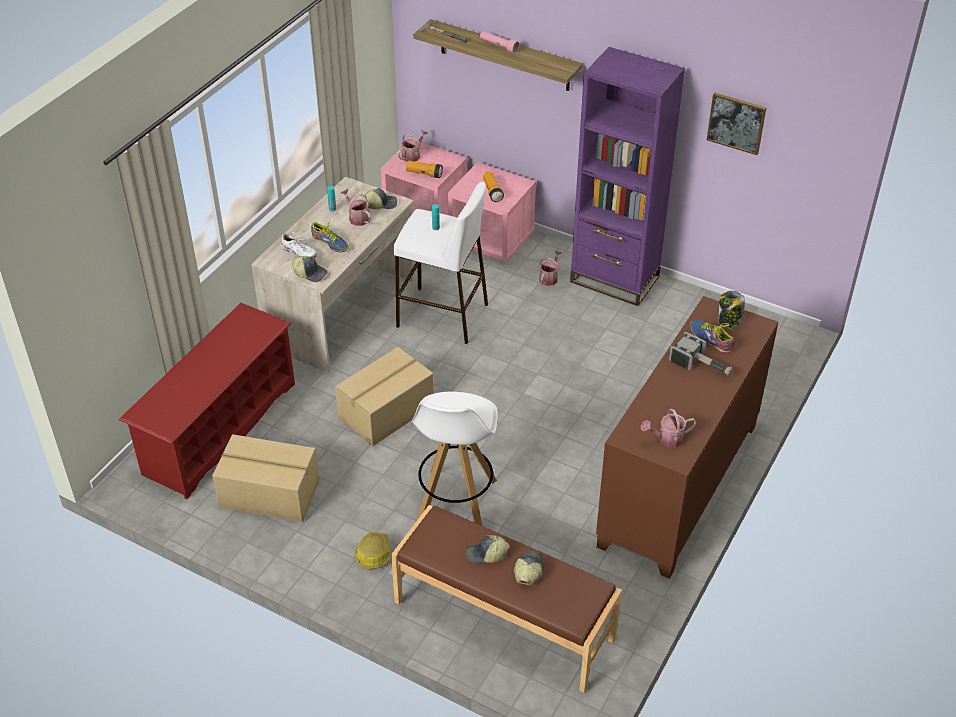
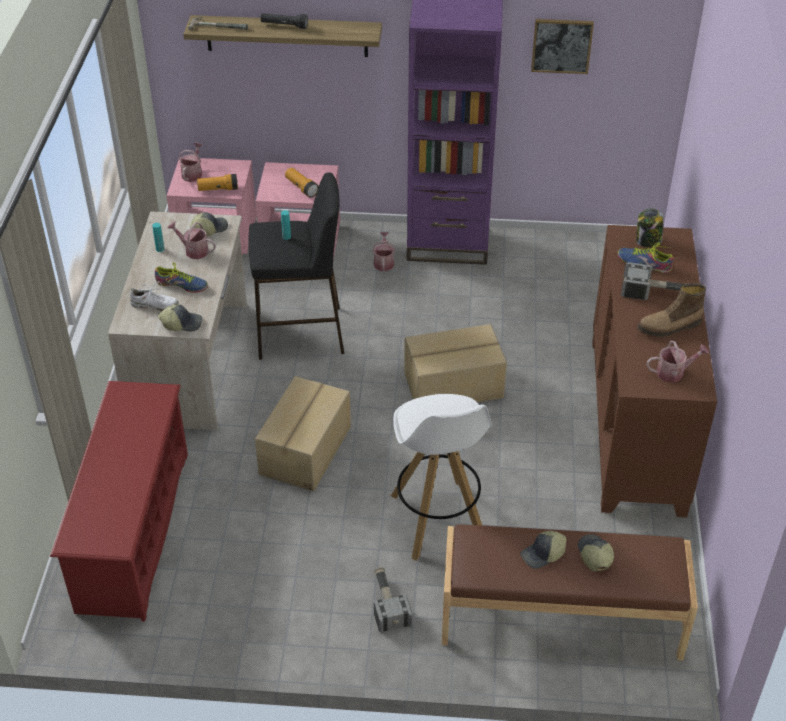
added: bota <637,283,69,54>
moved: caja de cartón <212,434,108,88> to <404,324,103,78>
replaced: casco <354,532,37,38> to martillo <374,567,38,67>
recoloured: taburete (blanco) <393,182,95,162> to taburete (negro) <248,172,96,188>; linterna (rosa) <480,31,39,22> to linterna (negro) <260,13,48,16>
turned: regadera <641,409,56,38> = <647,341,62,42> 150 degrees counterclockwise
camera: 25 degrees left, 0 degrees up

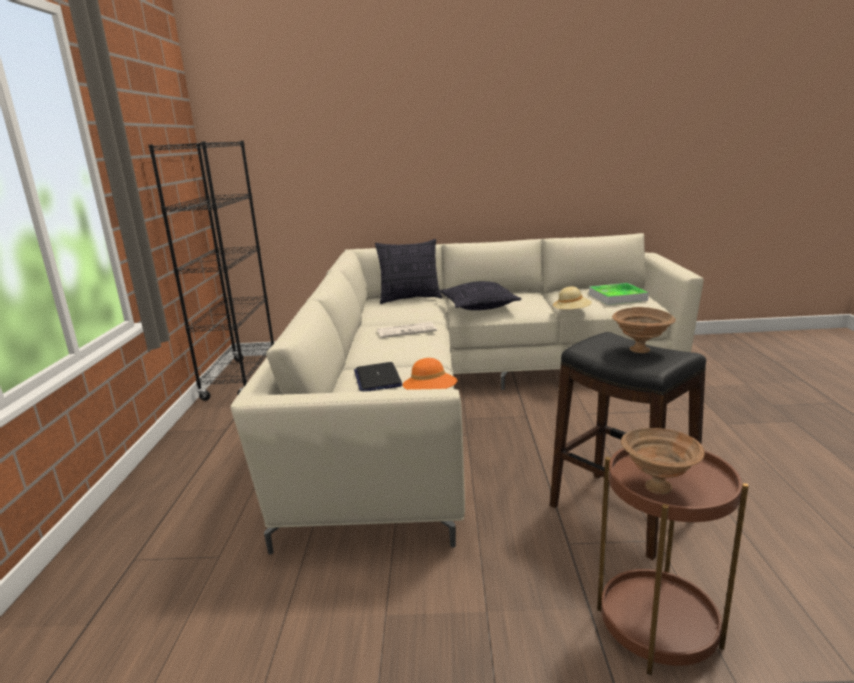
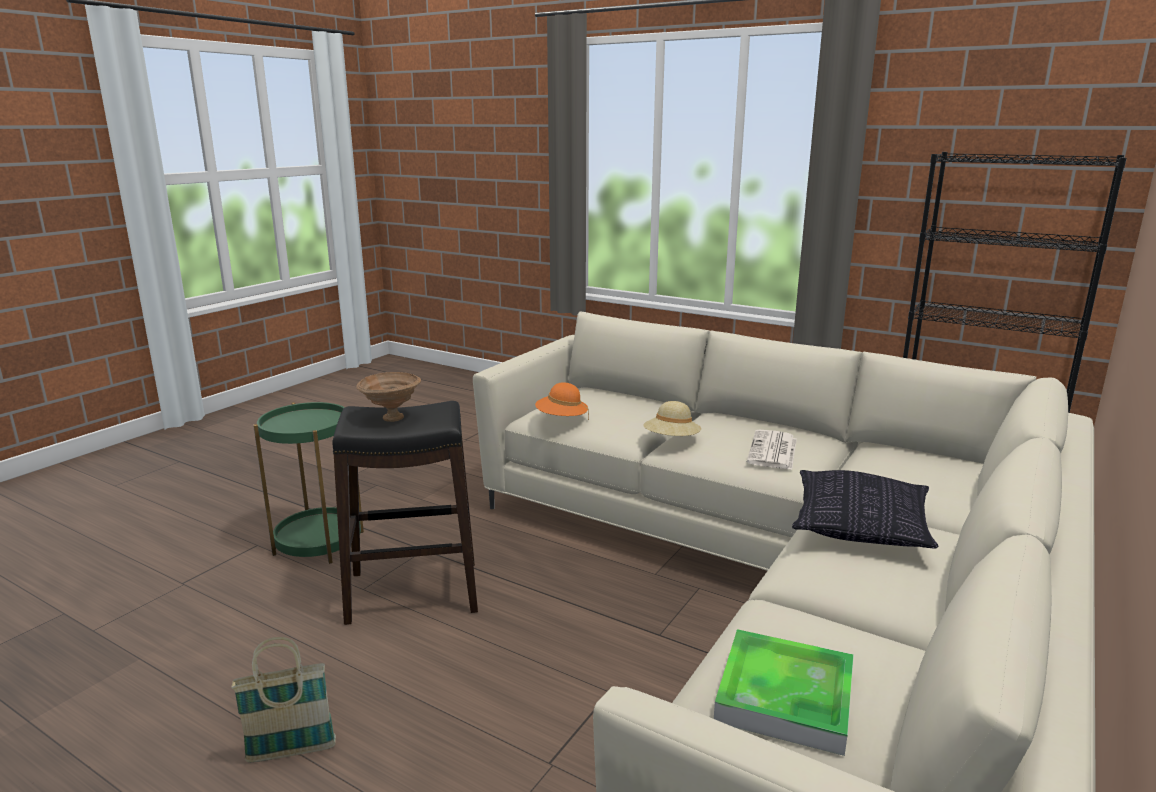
removed: portátil <354,362,49,30>; cojín <375,239,67,65>; cuenco (marrón) <621,428,84,67>
added: cesta <231,637,105,125>
moved: sombrero (beis) <552,287,40,26> to <643,401,58,35>
recoloured: mesa auxiliar (marrón) <597,448,152,227> to mesa auxiliar (verde) <253,402,111,162>
camera: 120 degrees right, 0 degrees up

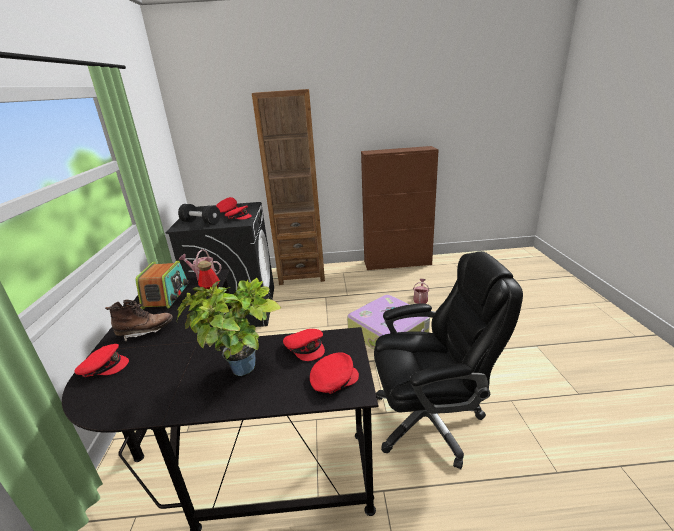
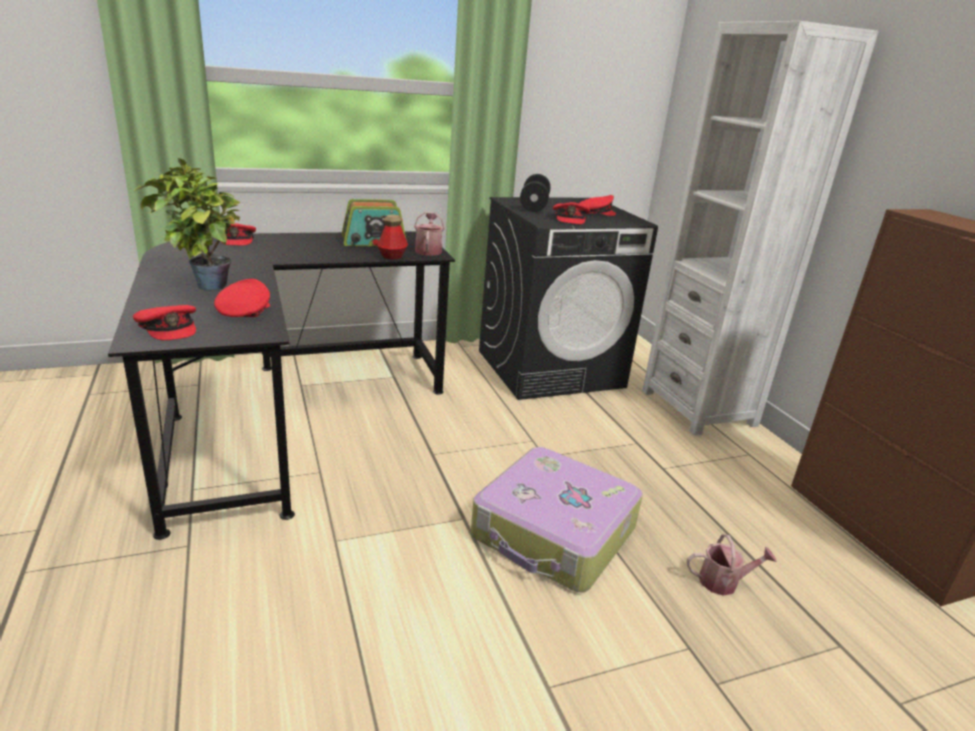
removed: bota (marrón) <105,300,68,42>; silla de oficina (negro) <374,251,149,219>
recoloured: estantería (marrón) <252,89,73,196> to estantería (blanco) <642,21,237,415>
turned: gorra (rojo) <283,329,42,32> = <214,279,56,38> 150 degrees clockwise
camera: 70 degrees right, 0 degrees up

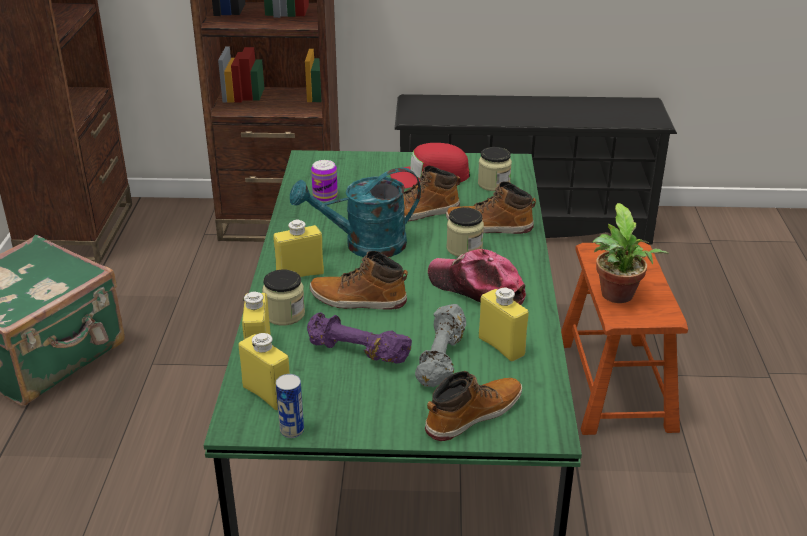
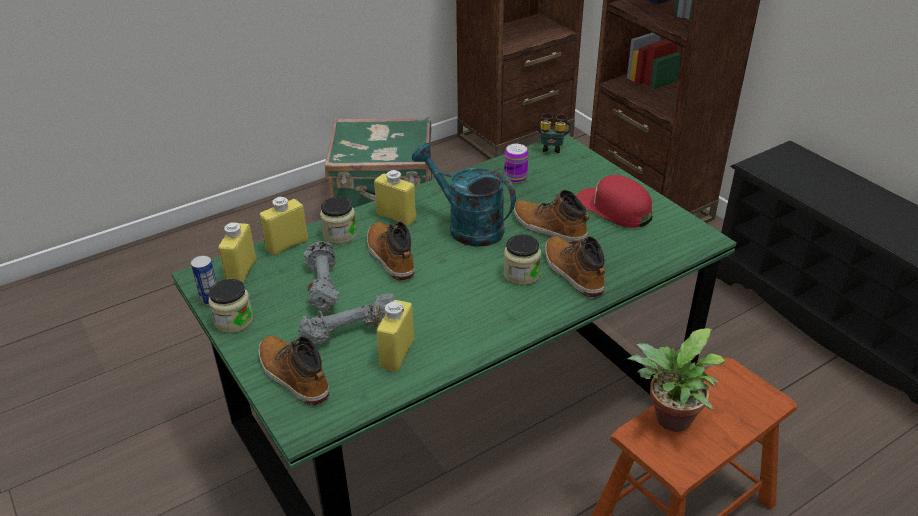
removed: gorra <428,249,98,56>
added: prismáticos <537,113,34,40>
moved: tarro <478,147,34,44> to <208,279,45,54>
recoloured: mancuerna (morado) <307,312,105,51> to mancuerna (gris) <304,241,35,72>
turned: bota <425,371,97,70> = <259,336,71,69> 150 degrees counterclockwise
camera: 55 degrees right, 5 degrees up

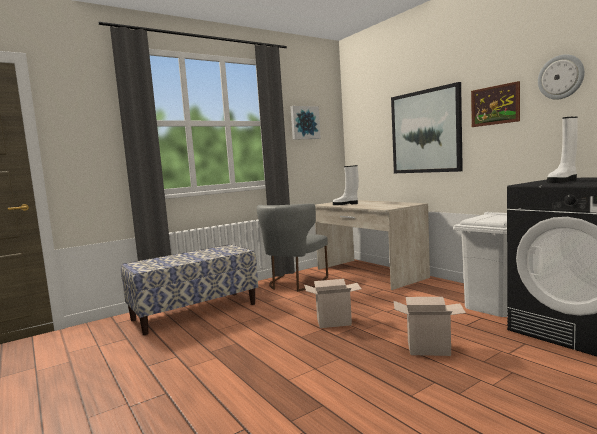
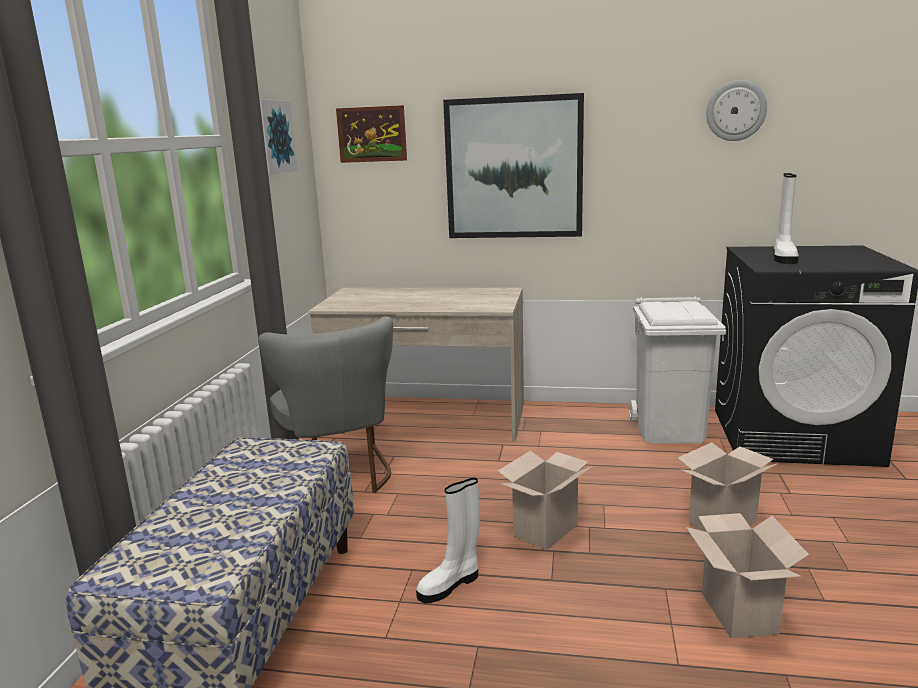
added: caja de cartón <686,513,123,125>
moved: bota (blanco) <333,165,26,40> to <416,478,64,125>; cuadro <471,81,49,46> to <336,105,71,58>
camera: 45 degrees left, 10 degrees up

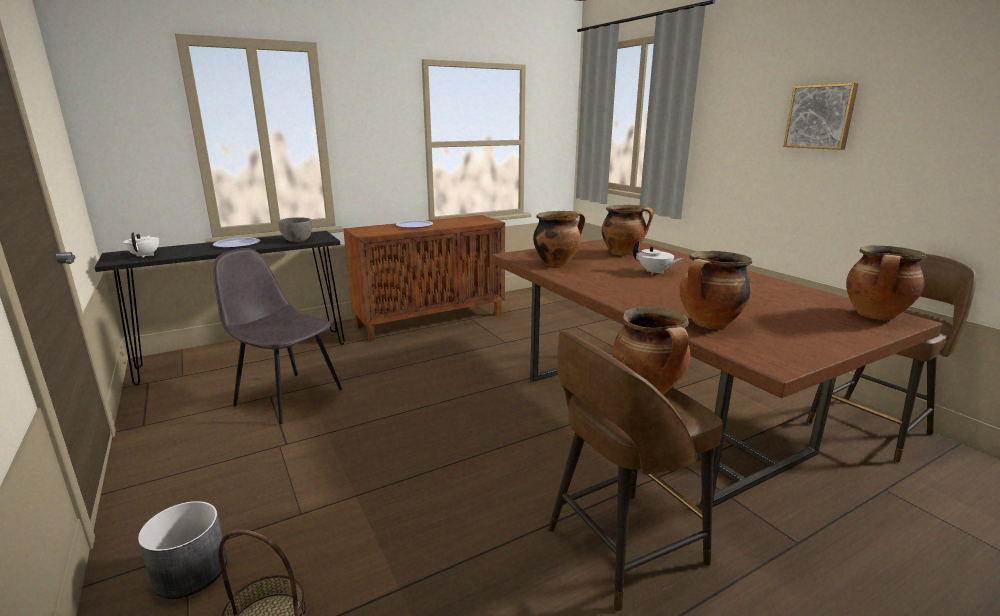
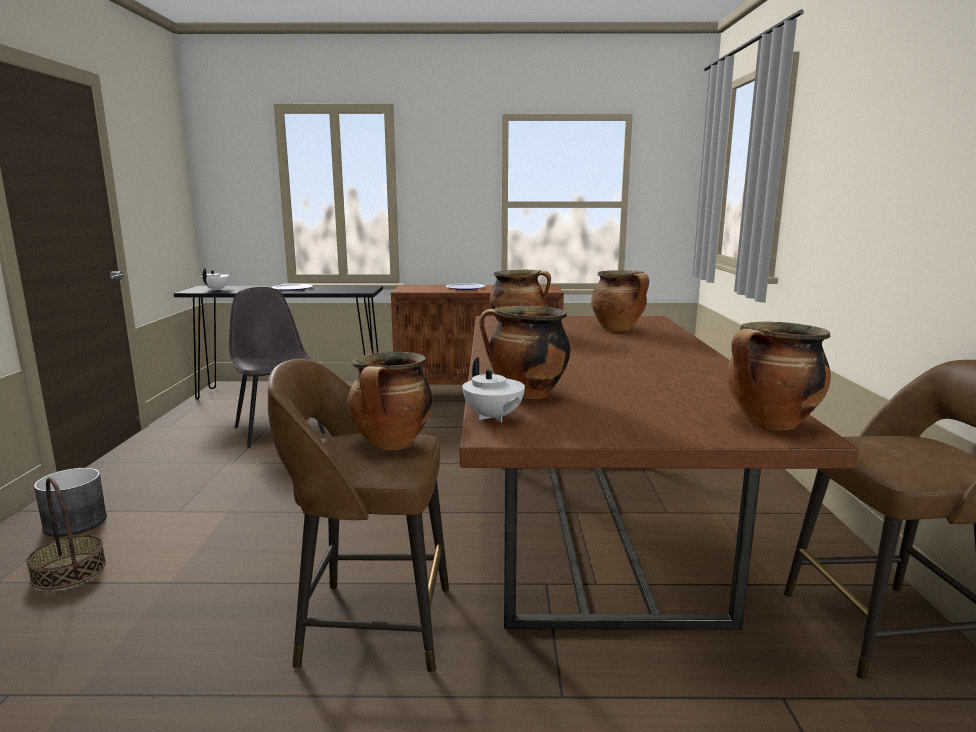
removed: cuenco (gris) <278,217,34,25>; cuadro <783,83,76,67>
moved: tetera (blanco) <633,241,51,33> to <462,357,63,65>
camera: 30 degrees right, 5 degrees down

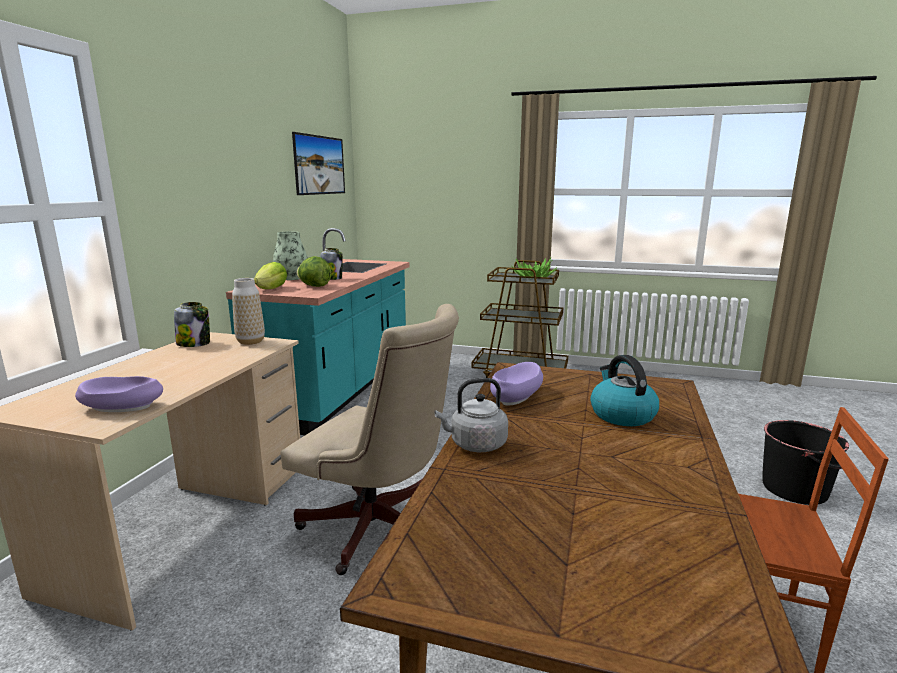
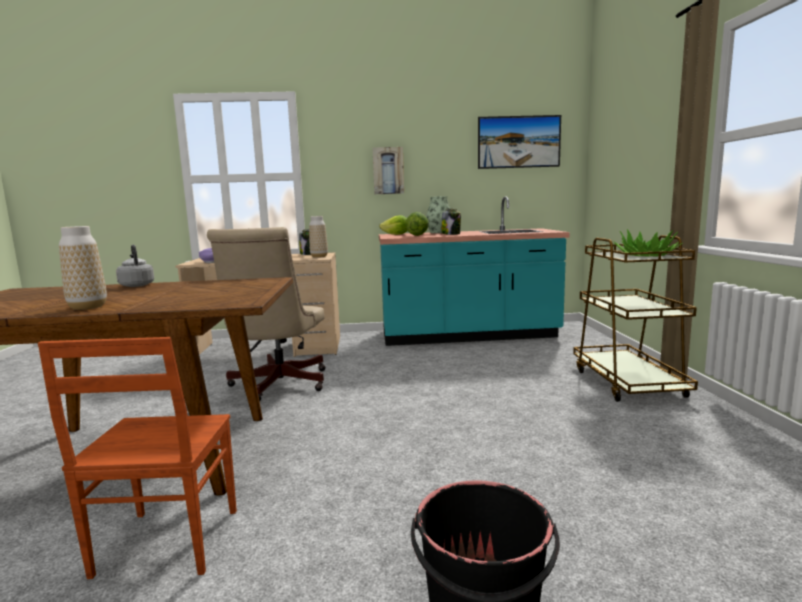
removed: cuenco (morado) <490,362,53,43>; hervidor <590,355,69,71>
added: florero <59,226,48,84>; cuadro <372,147,32,47>
camera: 70 degrees right, 5 degrees down

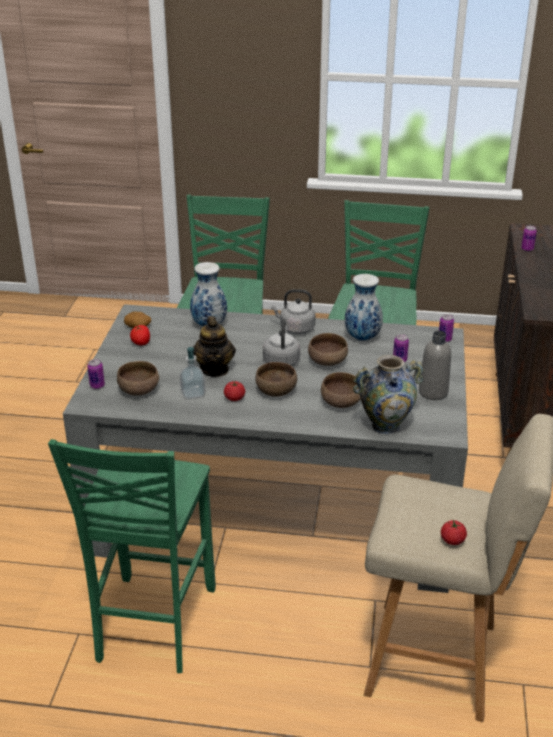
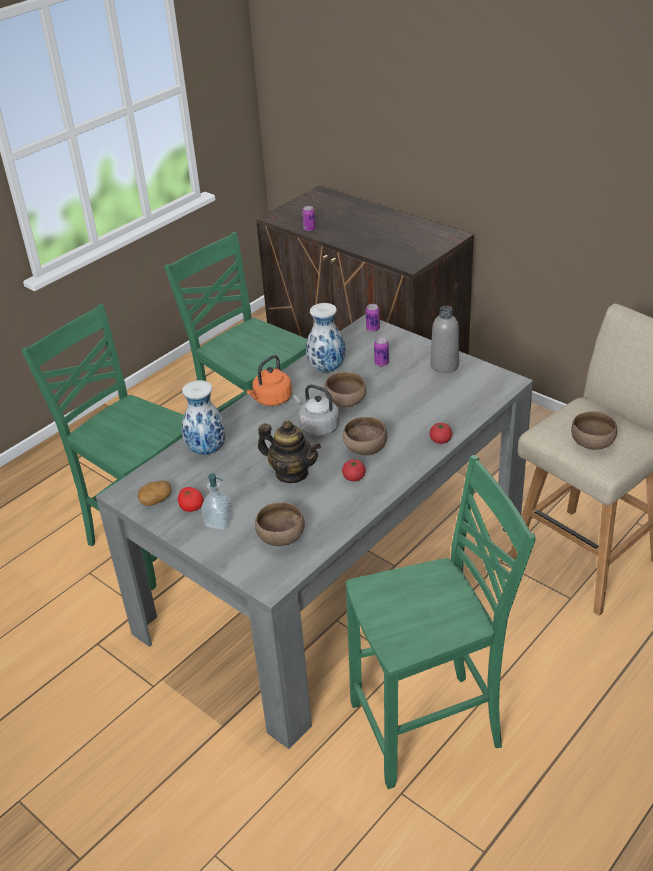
removed: lata <87,359,18,30>; florero <353,355,71,79>
moved: dispensador de jabón <180,347,25,52> to <202,473,32,57>; cuenco (marrón) <321,372,40,36> to <571,411,46,39>; tomate <441,519,26,26> to <429,423,23,21>
recoloured: hervidor (gris) <271,289,44,45> to hervidor (naranja) <247,355,45,51>
turned: silla (verde) <48,439,168,234> = <346,455,190,334> 60 degrees counterclockwise
camera: 55 degrees left, 5 degrees up

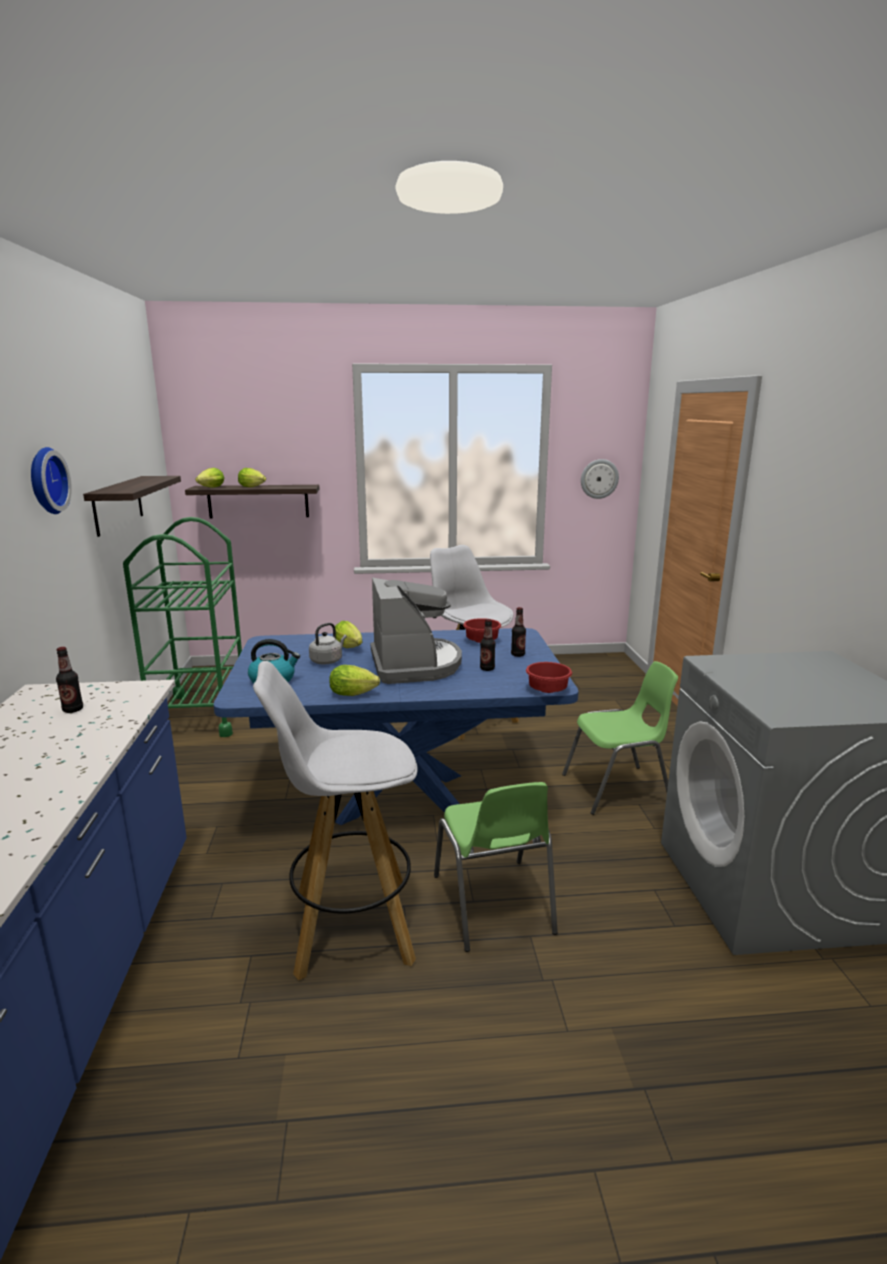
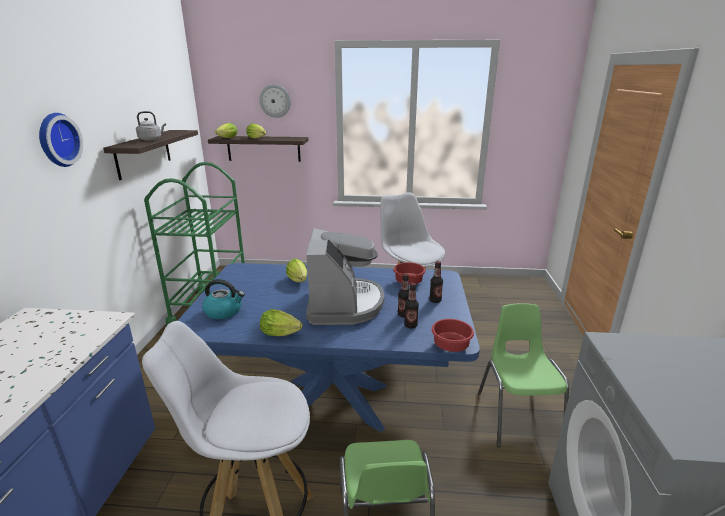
moved: botella <56,647,27,66> to <404,283,15,46>; hervidor (gris) <309,623,38,41> to <136,111,30,30>; reloj de pared <581,459,38,40> to <259,84,32,34>
turned: silla (verde) <562,661,116,154> = <478,303,91,144> 90 degrees counterclockwise
camera: 10 degrees right, 5 degrees up

